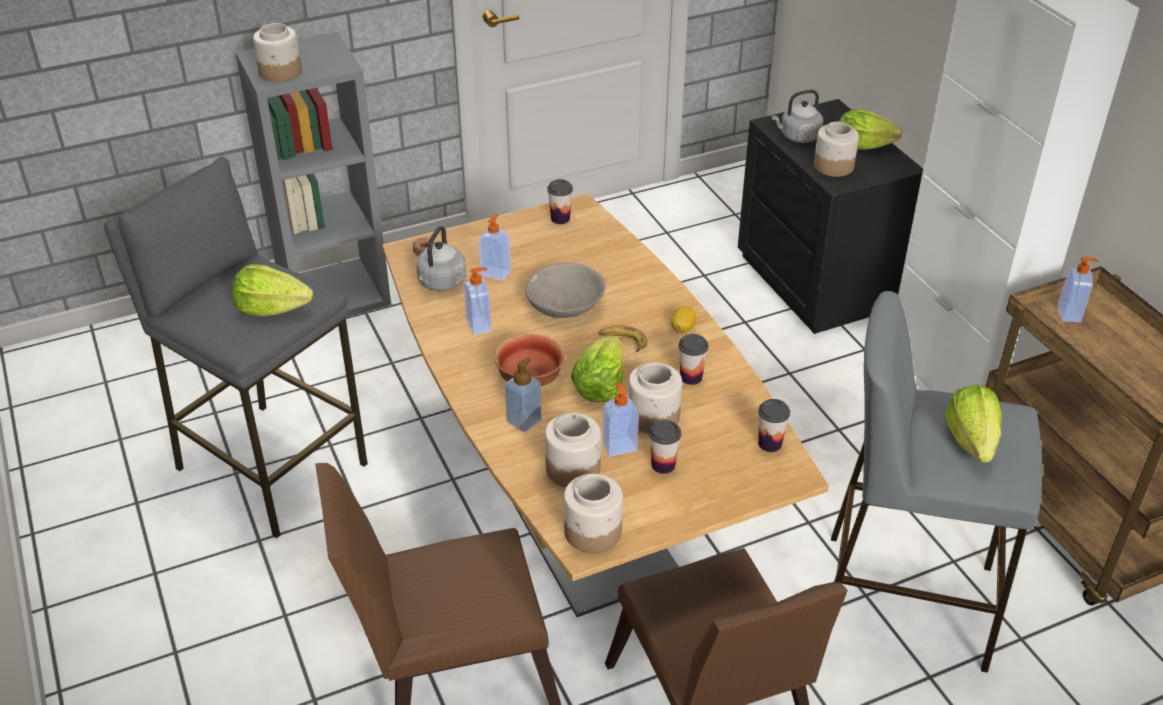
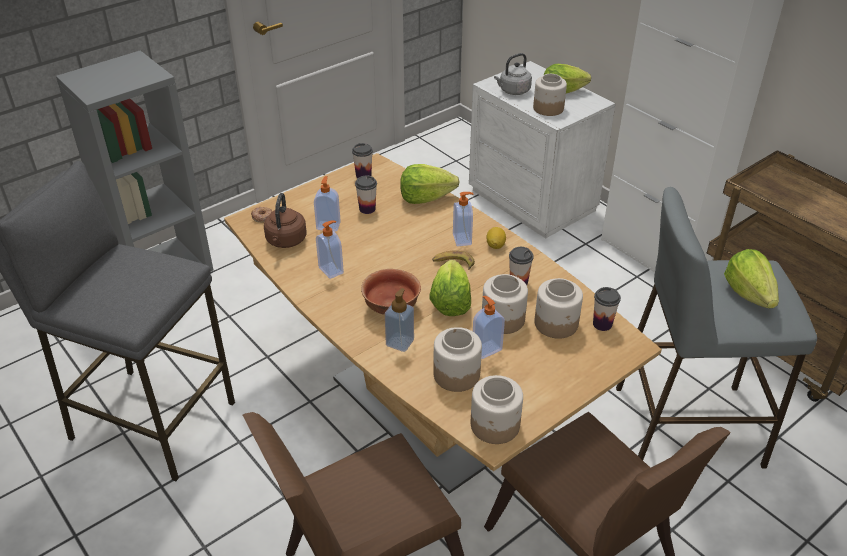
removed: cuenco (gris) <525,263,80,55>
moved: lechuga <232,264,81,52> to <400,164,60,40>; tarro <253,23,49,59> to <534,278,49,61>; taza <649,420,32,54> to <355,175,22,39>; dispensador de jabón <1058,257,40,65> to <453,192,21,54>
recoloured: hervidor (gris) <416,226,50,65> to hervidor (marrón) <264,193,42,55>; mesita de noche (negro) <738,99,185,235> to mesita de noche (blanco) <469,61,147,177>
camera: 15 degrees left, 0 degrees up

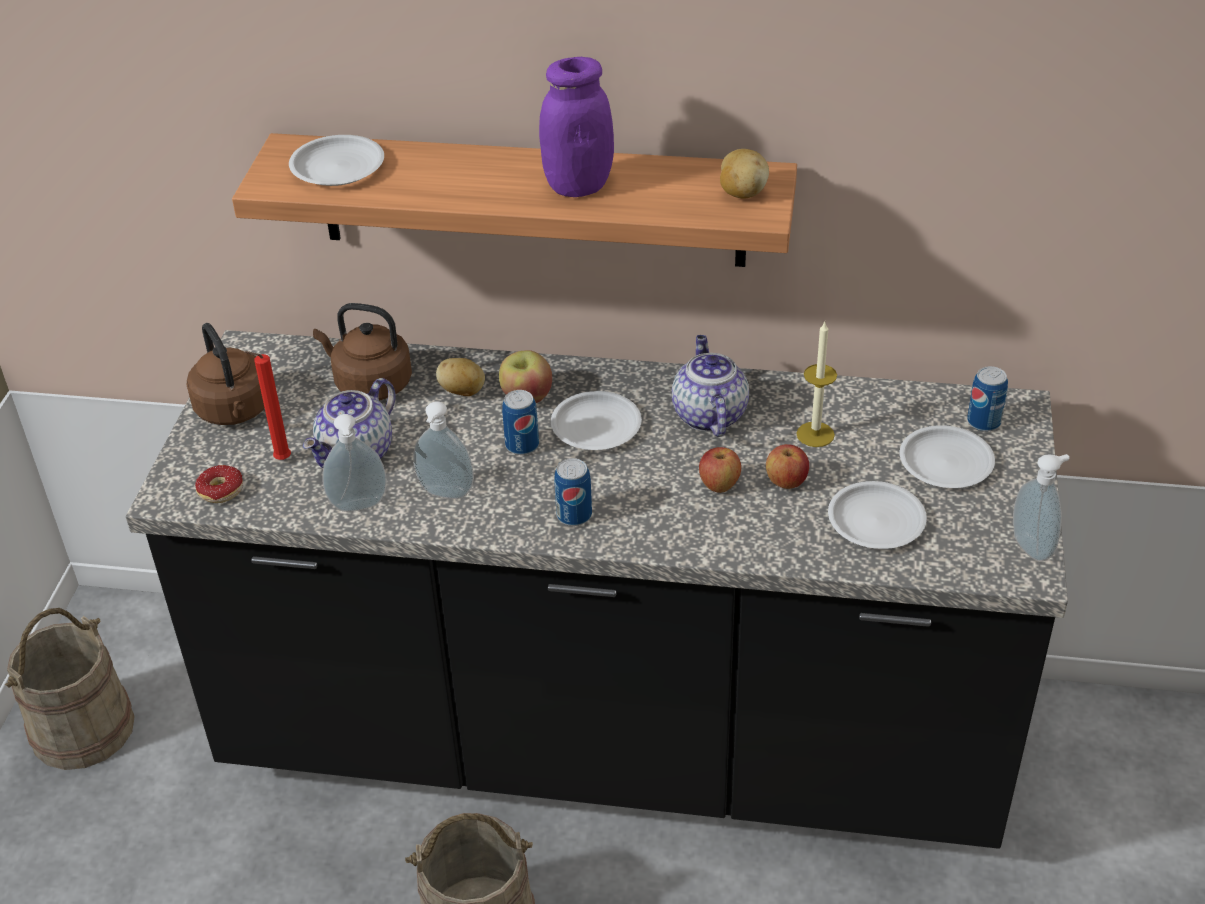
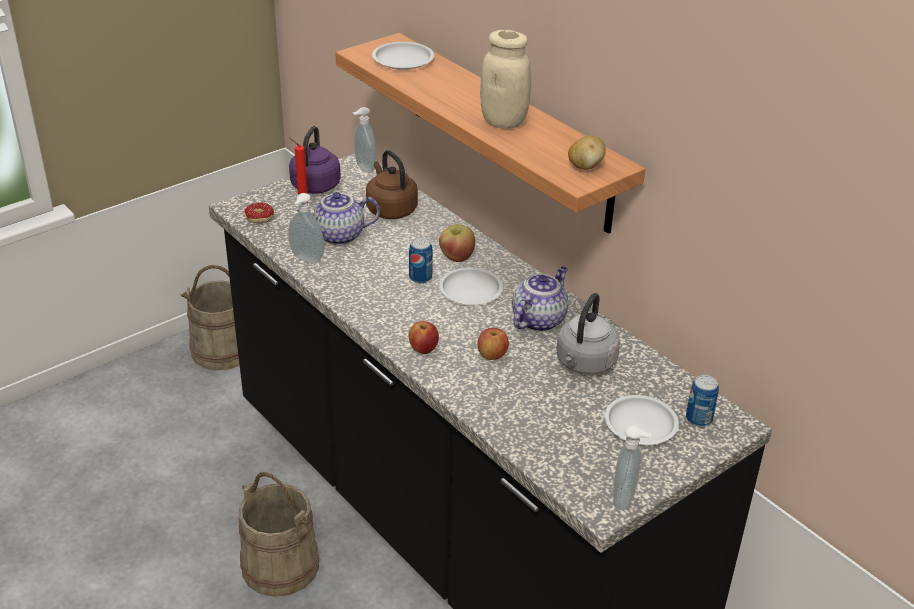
removed: patata <436,358,49,38>; lata <554,458,38,68>; plato (blanco) <828,481,99,68>
moved: dispensador de jabón <413,402,61,97> to <353,107,23,66>; manzana <766,444,43,45> to <409,321,30,33>
replaced: vela <796,322,41,125> to hervidor (gris) <556,293,64,81>
recoloured: hervidor (marrón) <187,323,78,102> to hervidor (morado) <289,126,52,68>; tarro (morado) <539,57,75,140> to tarro (beis) <480,30,51,99>
camera: 40 degrees right, 5 degrees down

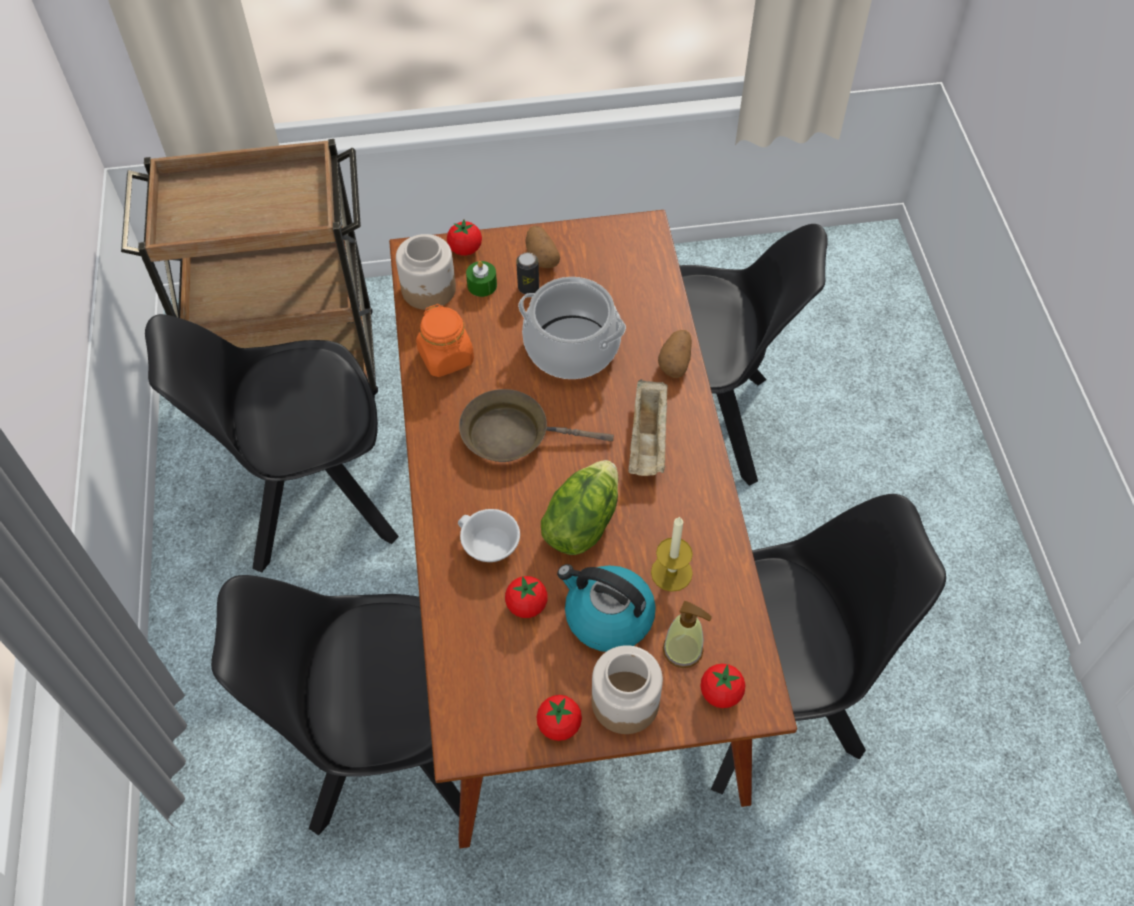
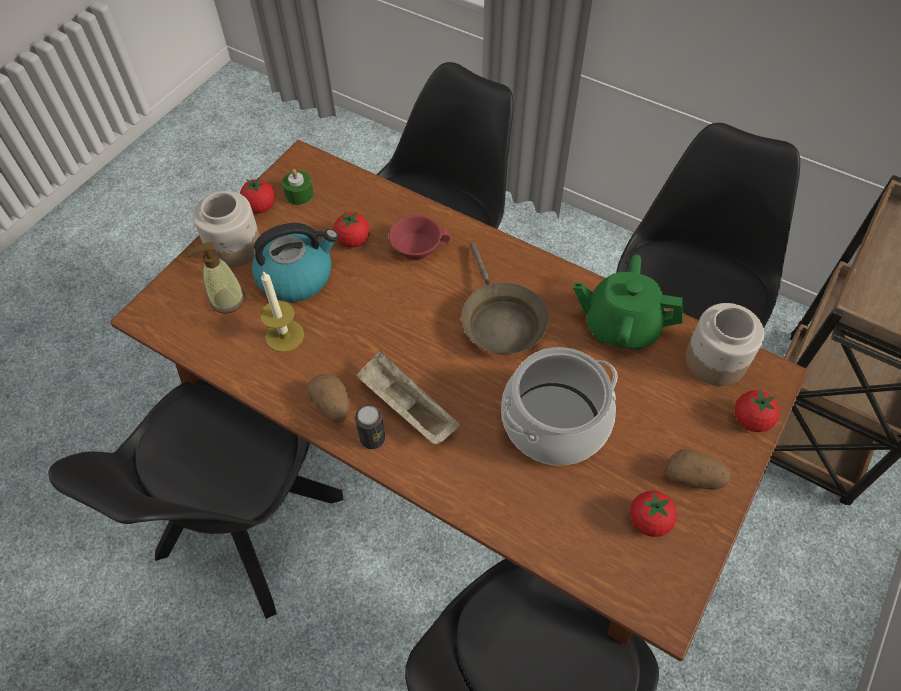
removed: lechuga <541,460,77,95>
moved: vela (verde) <466,261,31,36> to <282,169,32,36>; lata <516,252,23,42> to <355,405,30,44>; patata <658,330,34,48> to <307,374,43,49>; tomate <700,664,45,44> to <630,491,47,46>
replaced: tarro (naranja) <416,304,58,73> to tetera (verde) <573,254,111,95>
recoloured: taza (blanco) <458,509,62,53> to taza (rojo) <389,215,61,46>
turned: sartén (marrón) <459,389,155,73> = <461,242,88,113> 120 degrees clockwise
camera: 130 degrees right, 0 degrees up

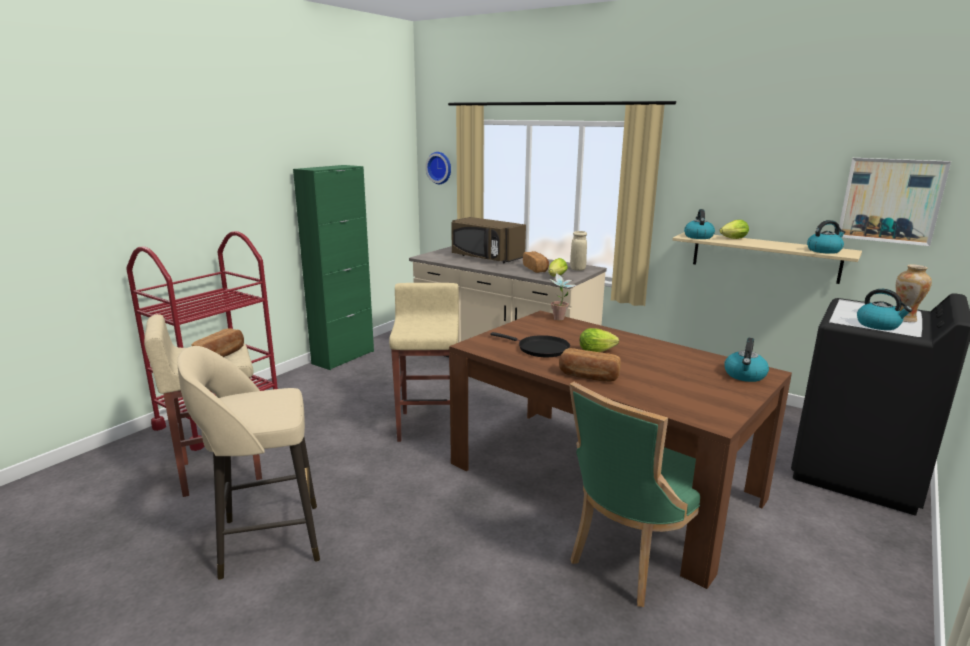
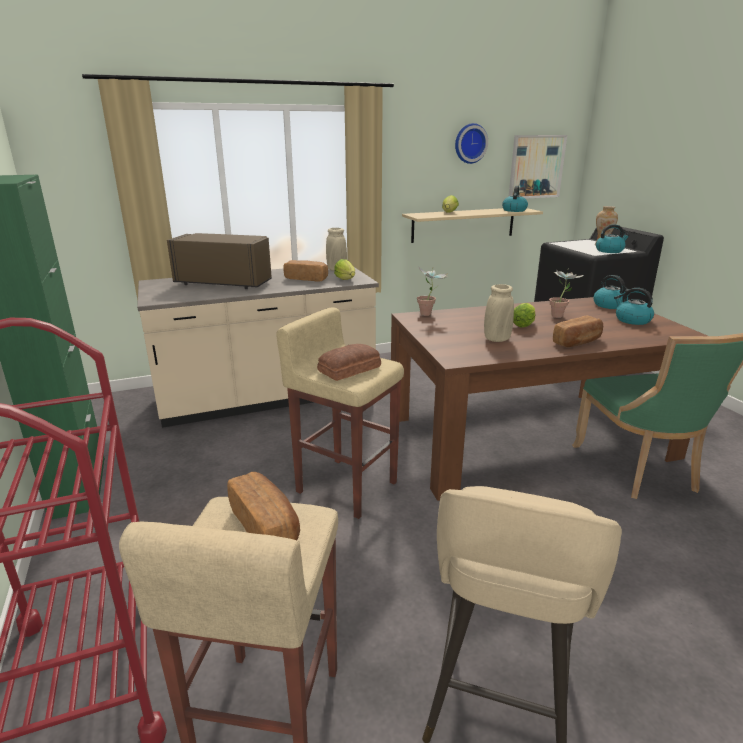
added: pan <317,344,64,37>; planta en maceta <549,268,34,50>
moved: reloj de pared <425,152,26,32> to <455,123,33,41>; hervidor <684,209,31,30> to <614,288,40,37>
replaced: sartén (negro) <490,332,80,25> to florero (beis) <484,284,30,58>
turned: microondas (marrón) <451,217,75,46> = <167,233,105,56> 150 degrees counterclockwise
camera: 55 degrees left, 5 degrees up

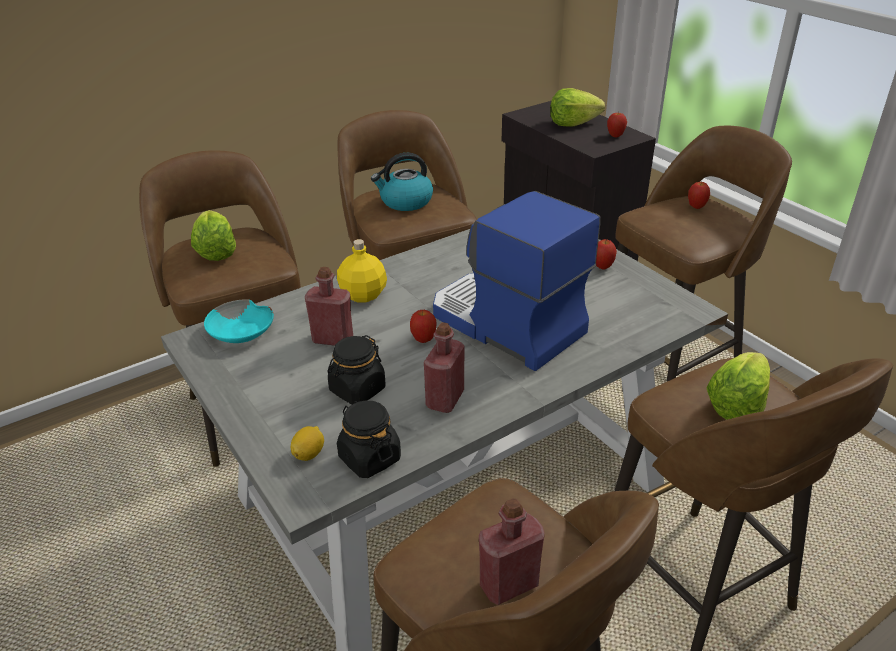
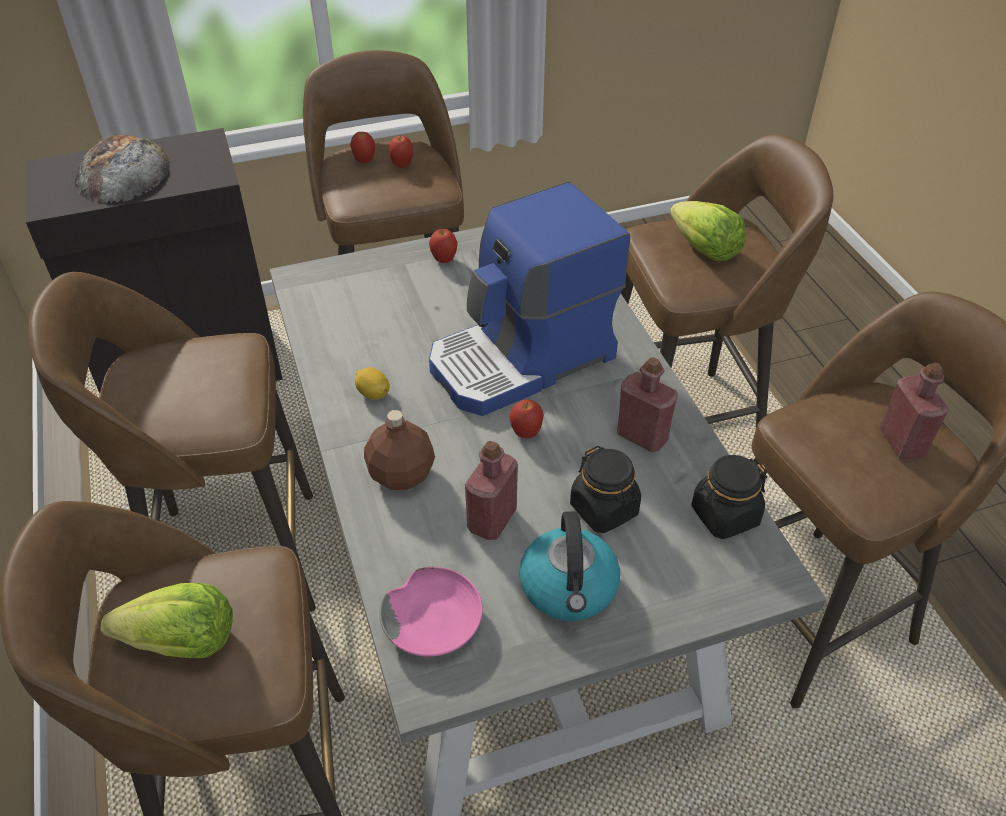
moved: limón <291,426,33,35> to <355,367,34,32>; hervidor <371,153,62,58> to <519,511,101,110>; manzana <607,111,20,26> to <389,136,24,32>
replaced: lechuga <550,88,55,39> to pan <74,135,96,68>
recoloured: cuenco (turquesa) <204,299,70,44> to cuenco (rosa) <379,567,103,90>; botella (amarillo) <337,239,50,63> to botella (marrón) <364,410,71,80>
camera: 75 degrees left, 10 degrees up

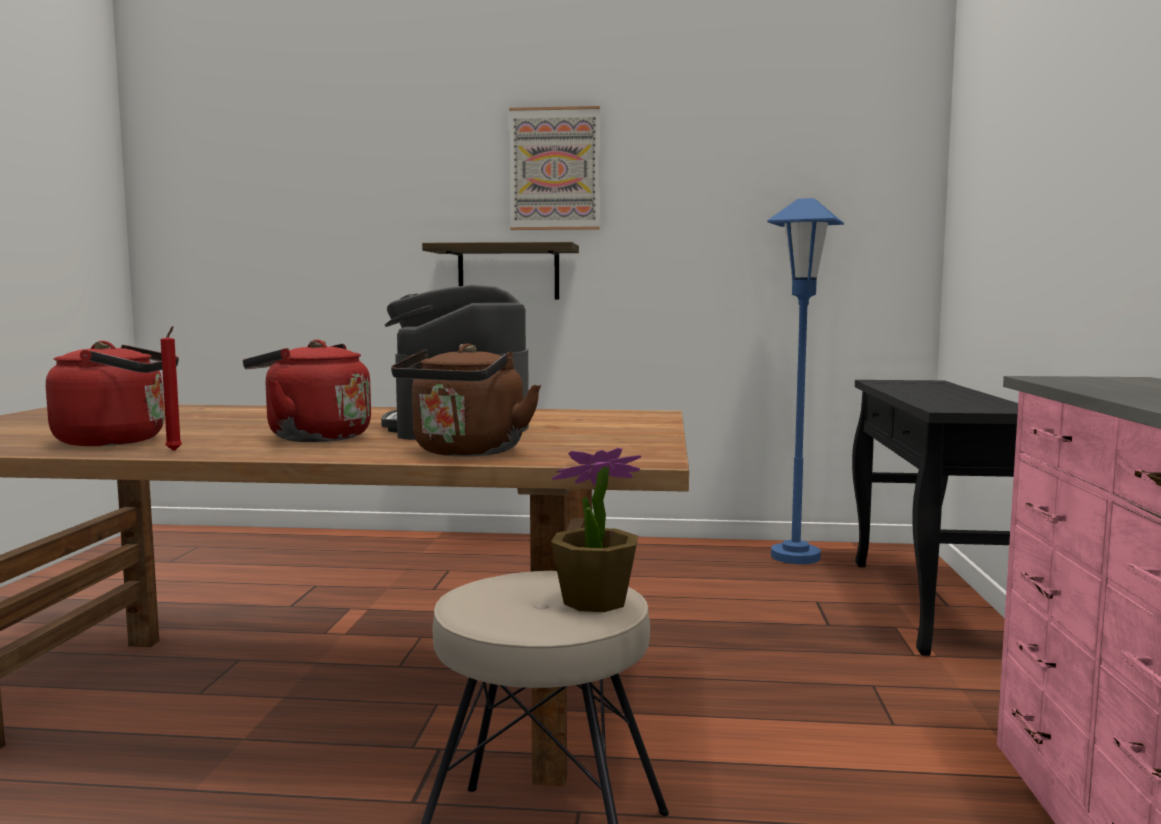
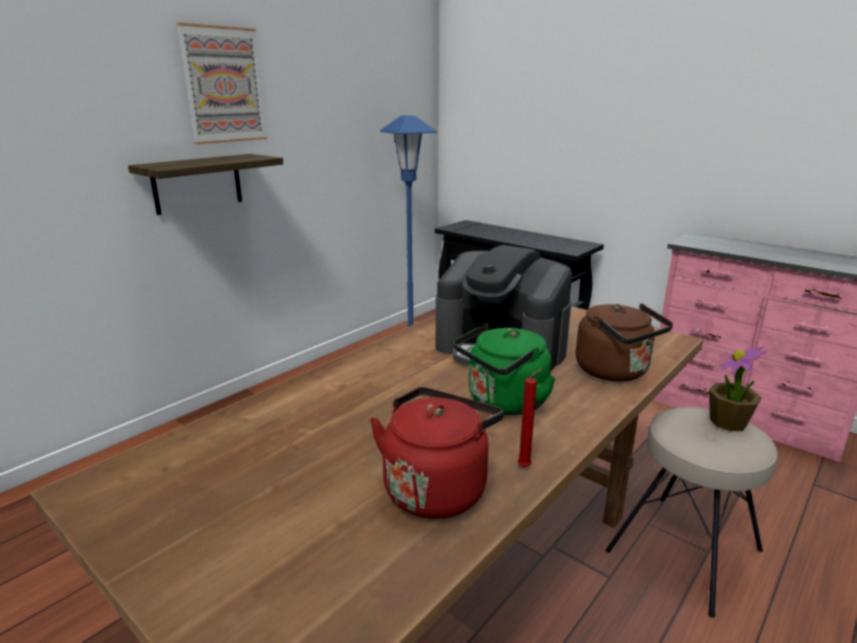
recoloured: hervidor (rojo) <243,340,128,102> to hervidor (verde) <454,323,102,92>
camera: 55 degrees left, 15 degrees up

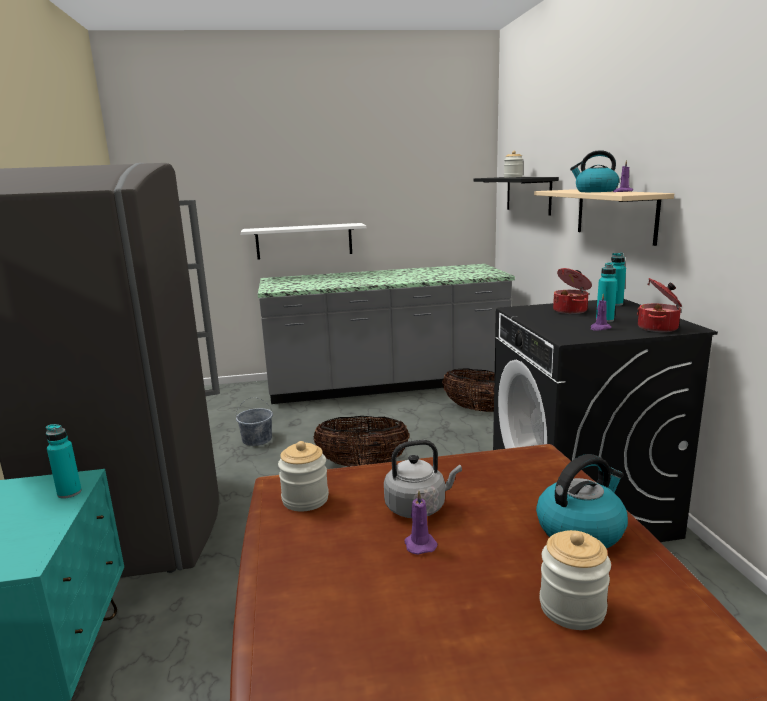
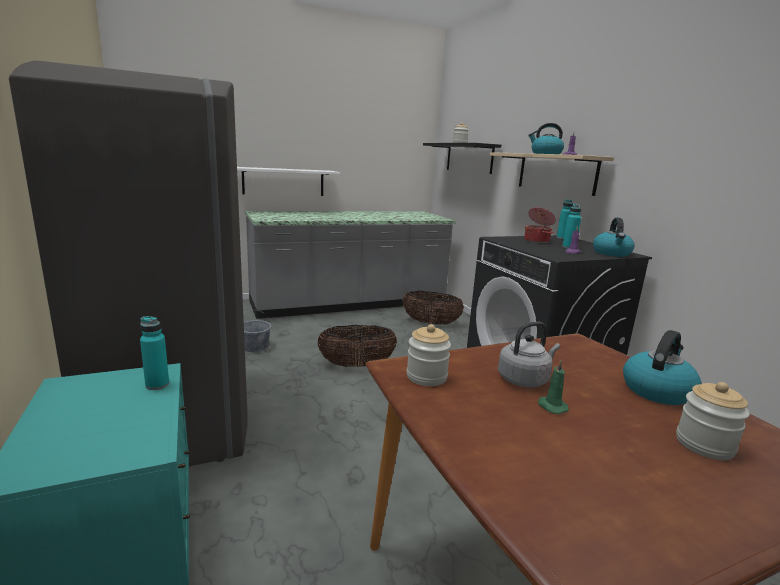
replaced: olla <637,278,45,54> to hervidor <593,218,42,39>
recoloured: vela (morado) <405,491,33,64> to vela (verde) <538,360,31,54>
camera: 15 degrees left, 0 degrees up

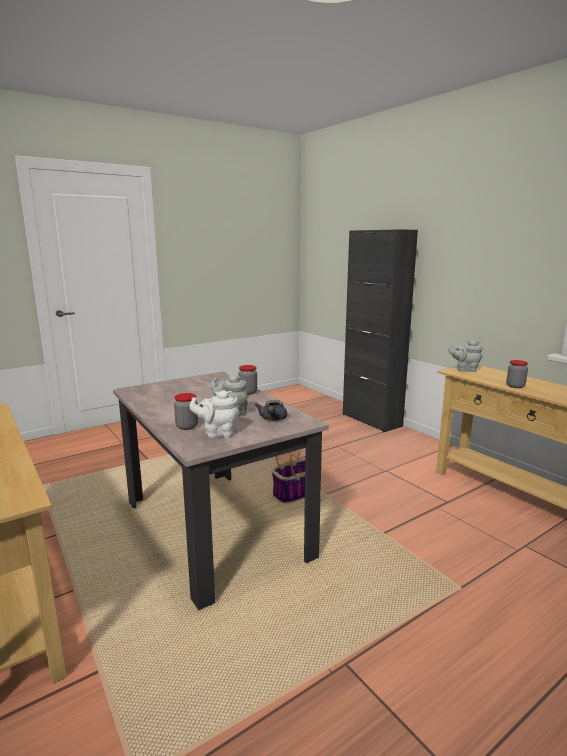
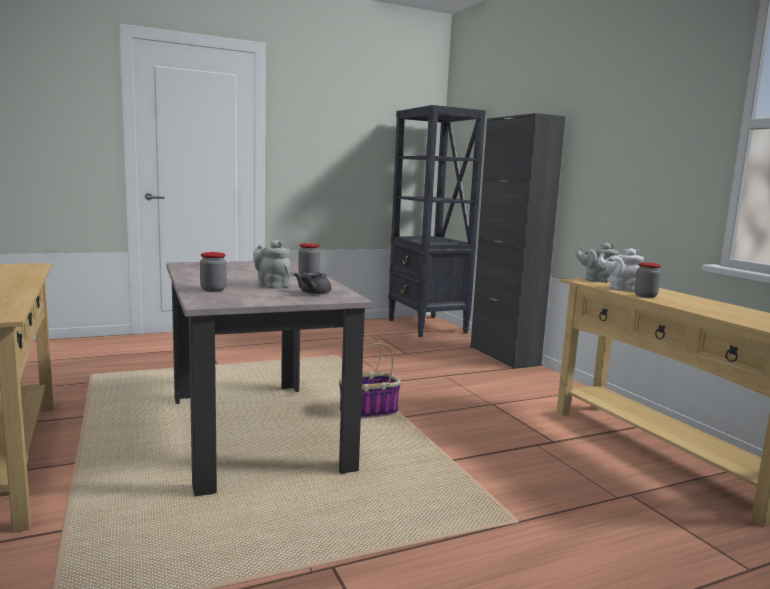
added: estantería (negro) <388,105,98,232>
moved: tetera (blanco) <189,390,50,48> to <598,248,46,43>
camera: 10 degrees right, 5 degrees down

